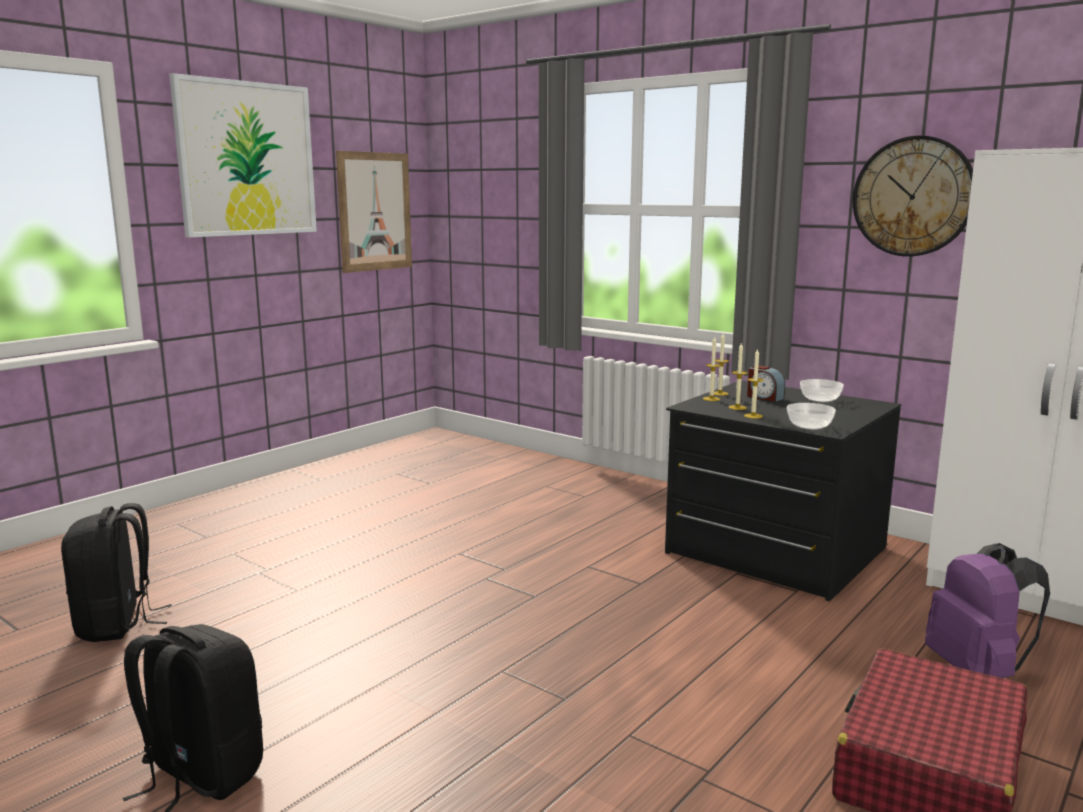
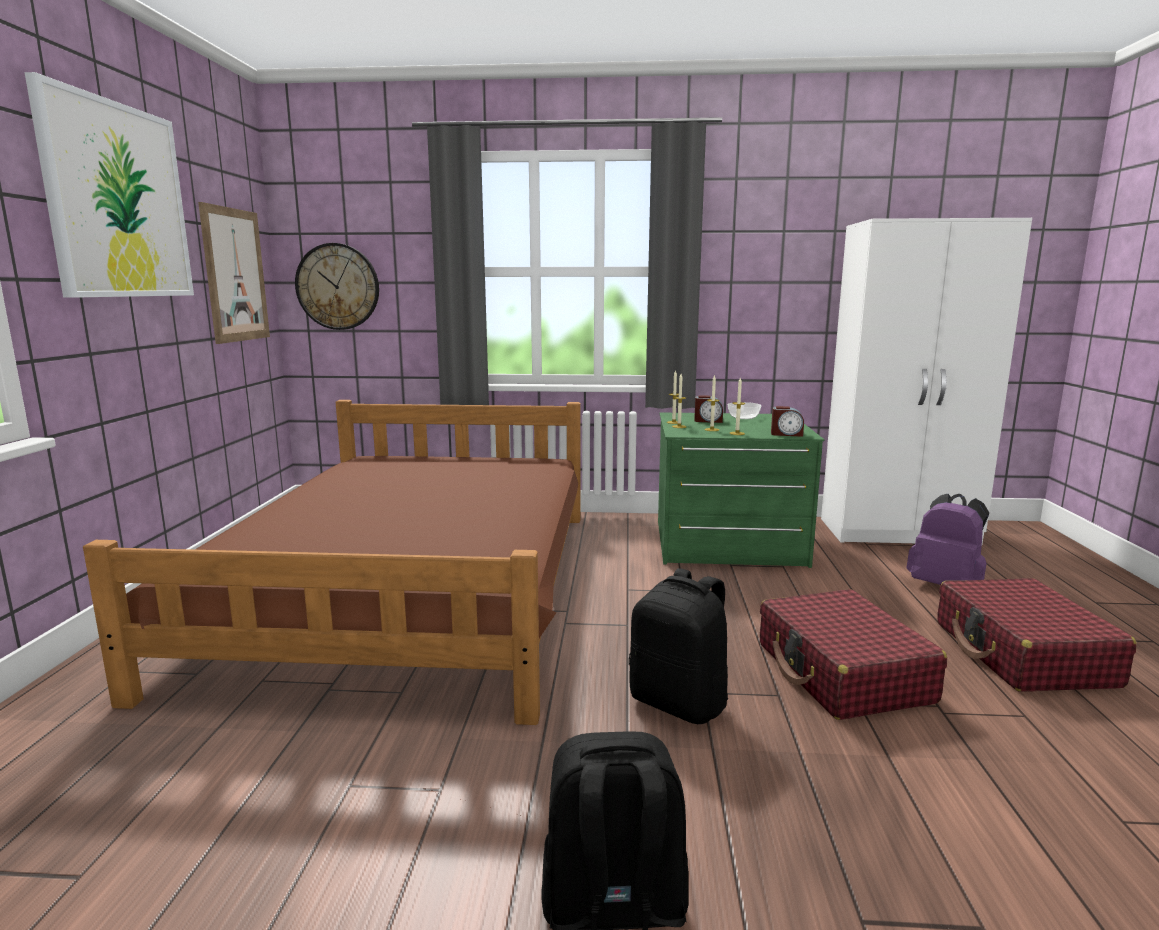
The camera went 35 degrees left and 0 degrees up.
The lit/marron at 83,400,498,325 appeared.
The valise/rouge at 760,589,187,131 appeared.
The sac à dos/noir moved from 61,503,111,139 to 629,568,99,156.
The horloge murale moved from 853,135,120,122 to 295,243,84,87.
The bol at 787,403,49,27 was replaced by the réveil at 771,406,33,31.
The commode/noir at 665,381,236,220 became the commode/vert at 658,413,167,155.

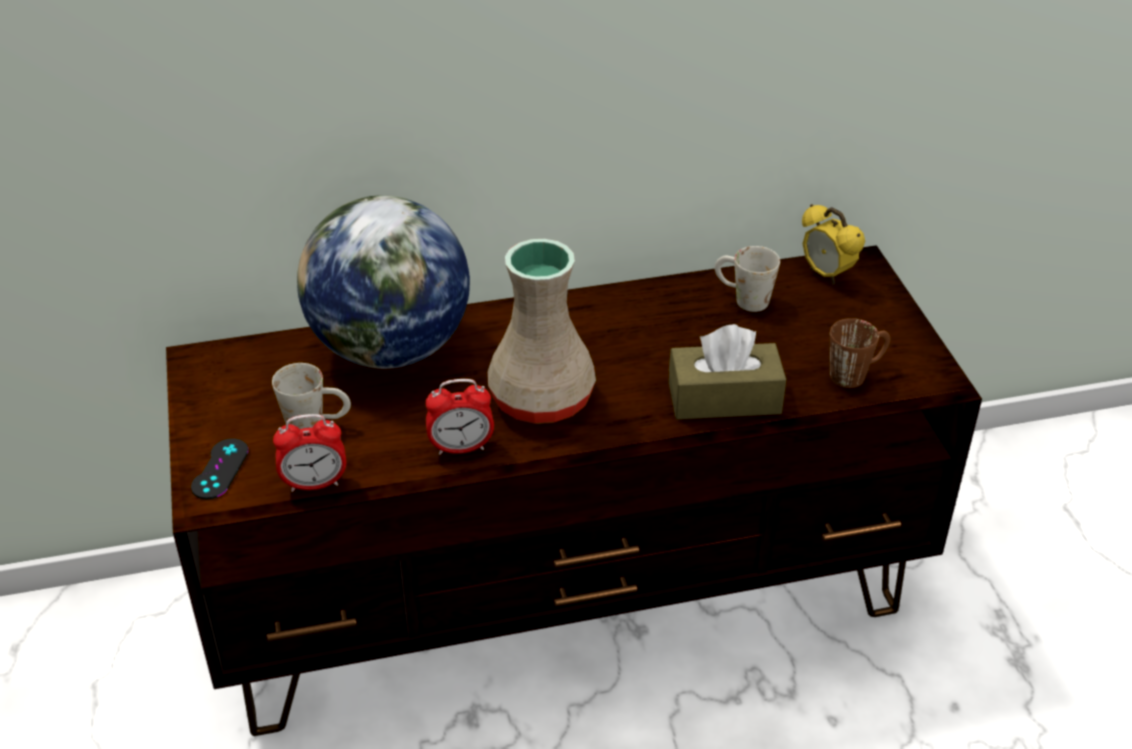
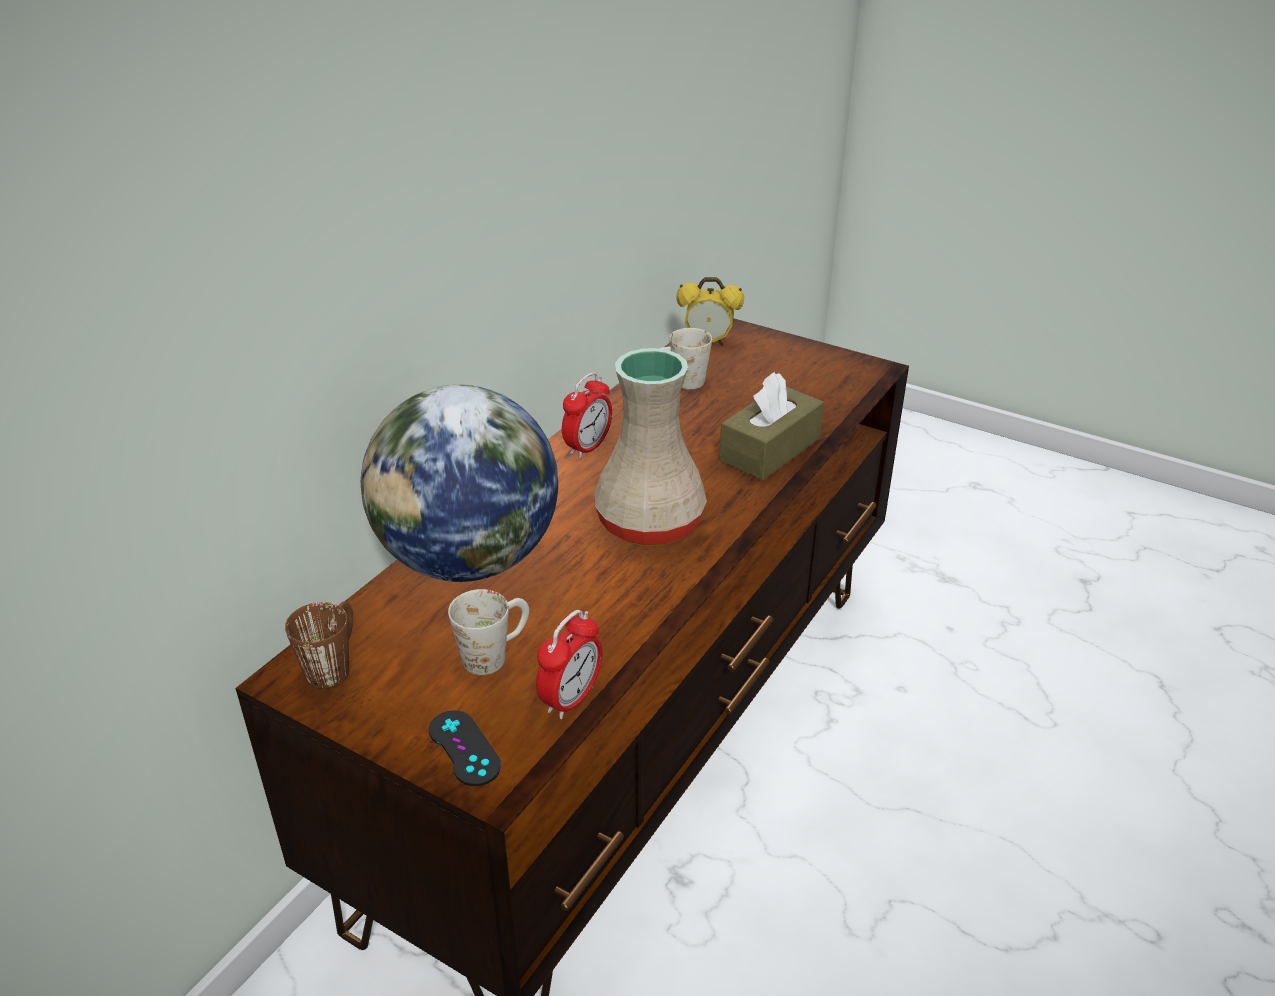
The camera went 45 degrees left and 5 degrees down.
The réveil moved from 425,379,69,76 to 562,372,50,87.
The mug/marron moved from 830,318,60,70 to 285,601,68,88.

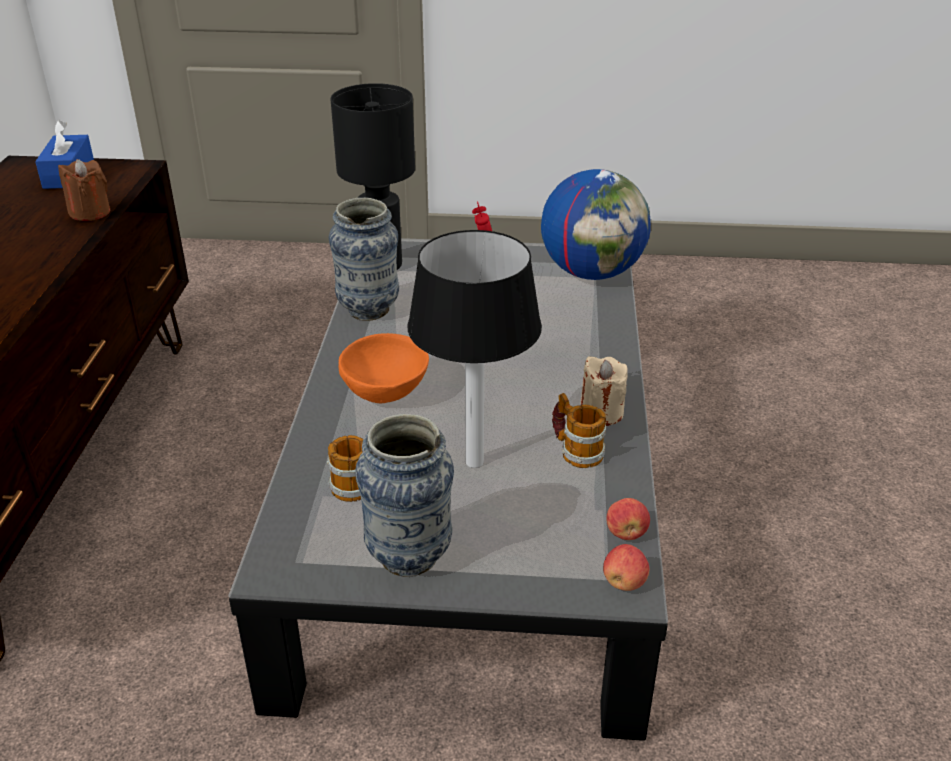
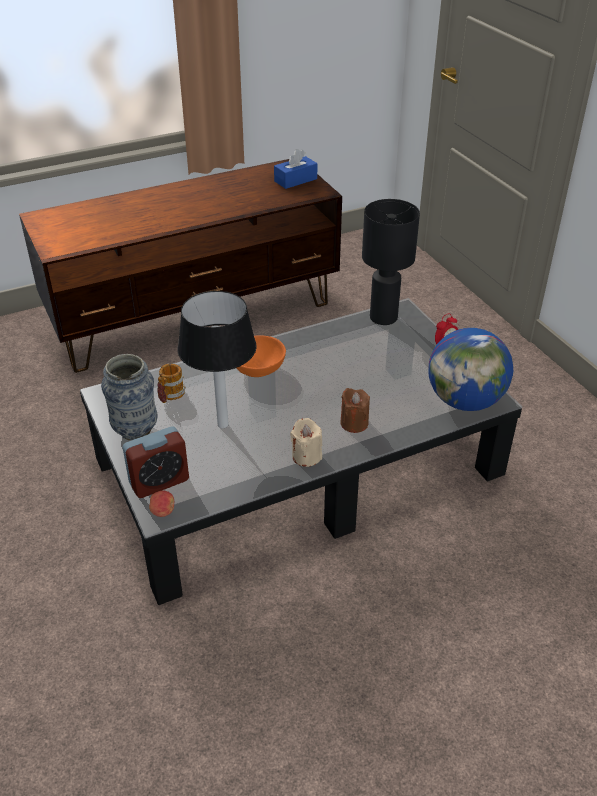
The camera went 60 degrees right and 5 degrees up.
The vase at 329,198,70,123 disappeared.
The mug at 552,393,54,75 disappeared.
The pomme at 606,498,44,42 disappeared.
The réveil at 123,427,66,71 appeared.
The bougie/marron moved from 58,159,53,62 to 340,388,30,45.

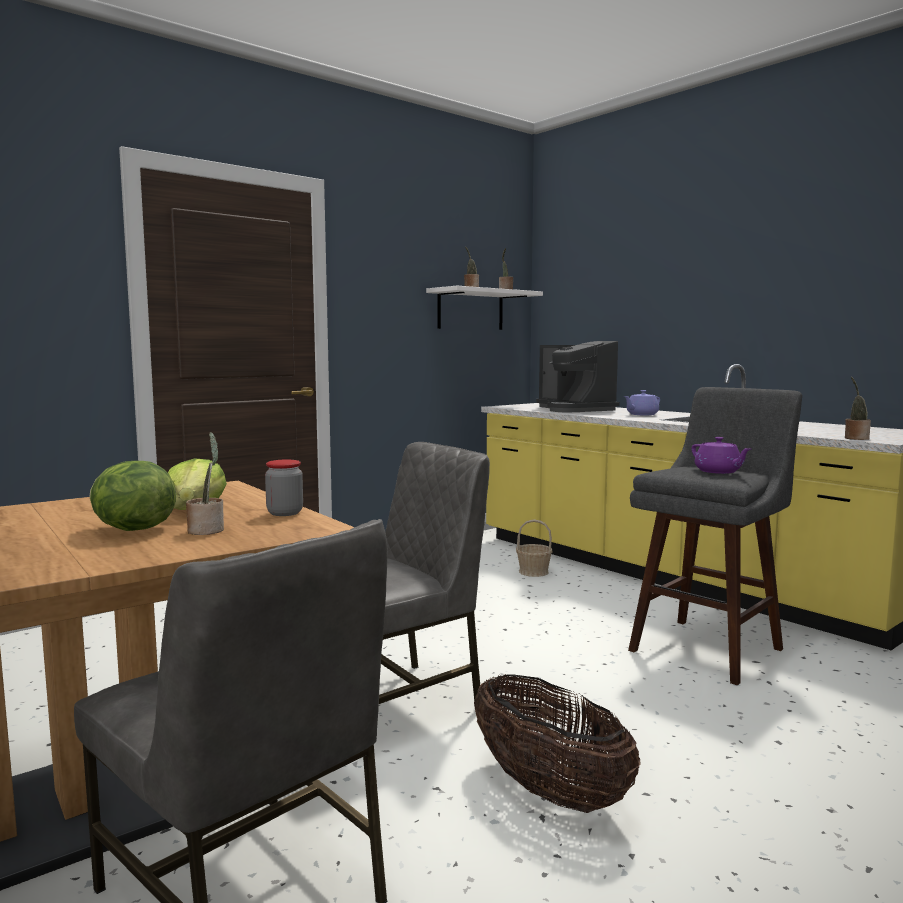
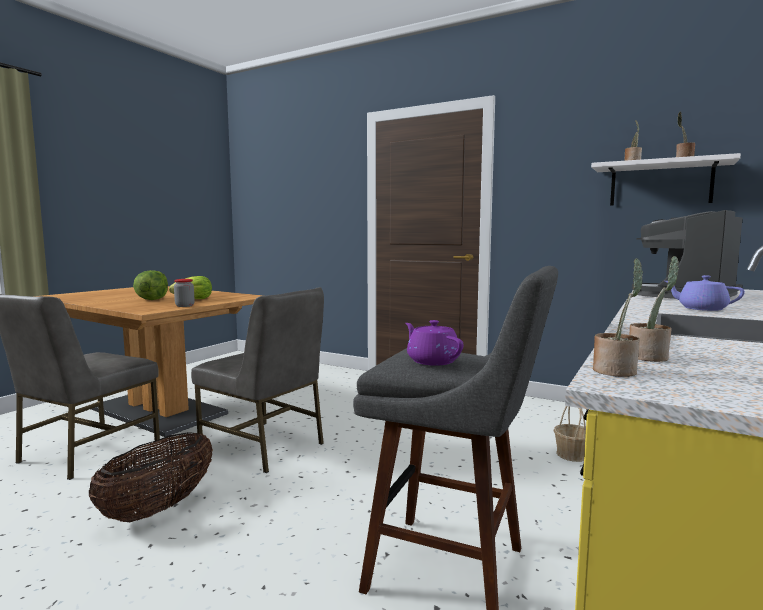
The camera went 70 degrees right and 0 degrees up.
The plante en pot moved from 186,432,38,103 to 629,256,50,106.
The théière/violet at 691,437,60,37 turned 105 degrees clockwise.

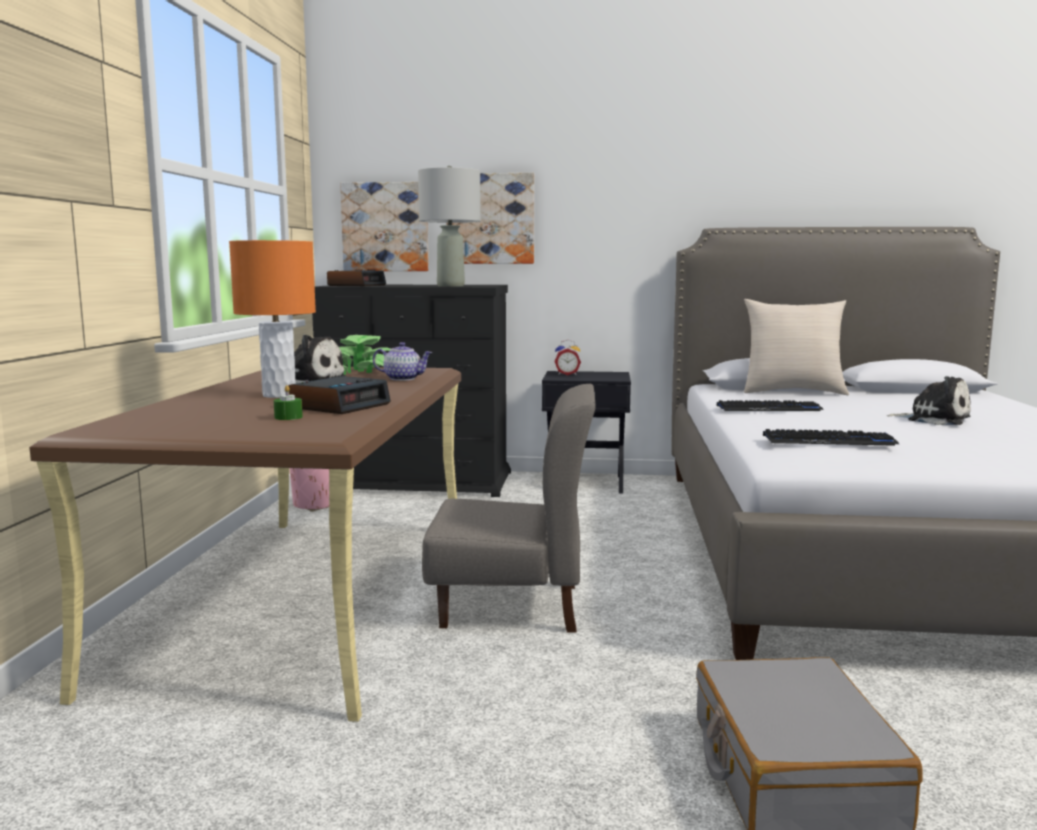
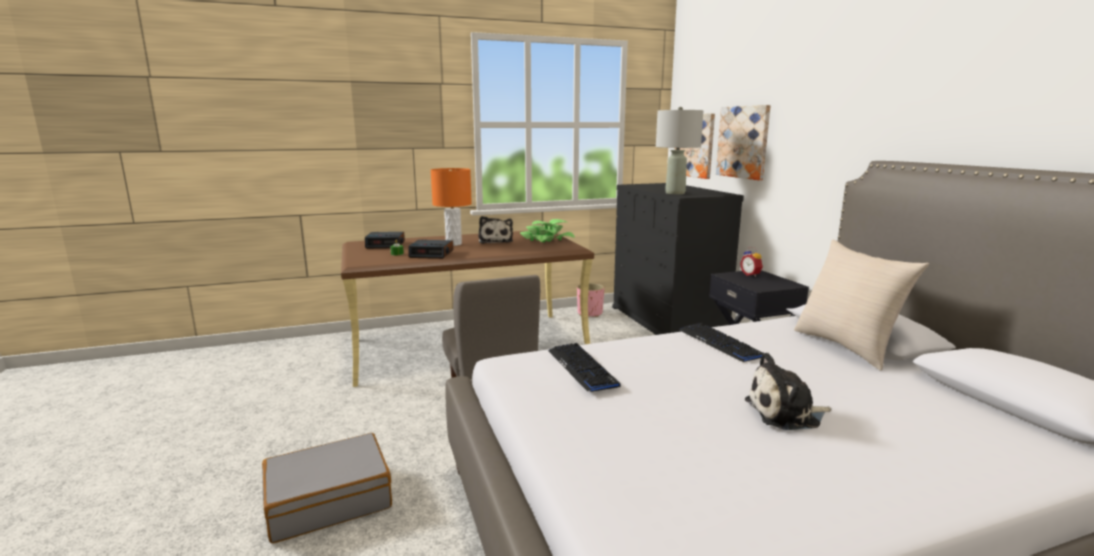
The camera went 65 degrees right and 5 degrees up.
The théière at 373,342,59,39 disappeared.
The réveil moved from 327,269,59,17 to 365,232,40,17.
The peluche at 887,376,84,49 turned 75 degrees clockwise.

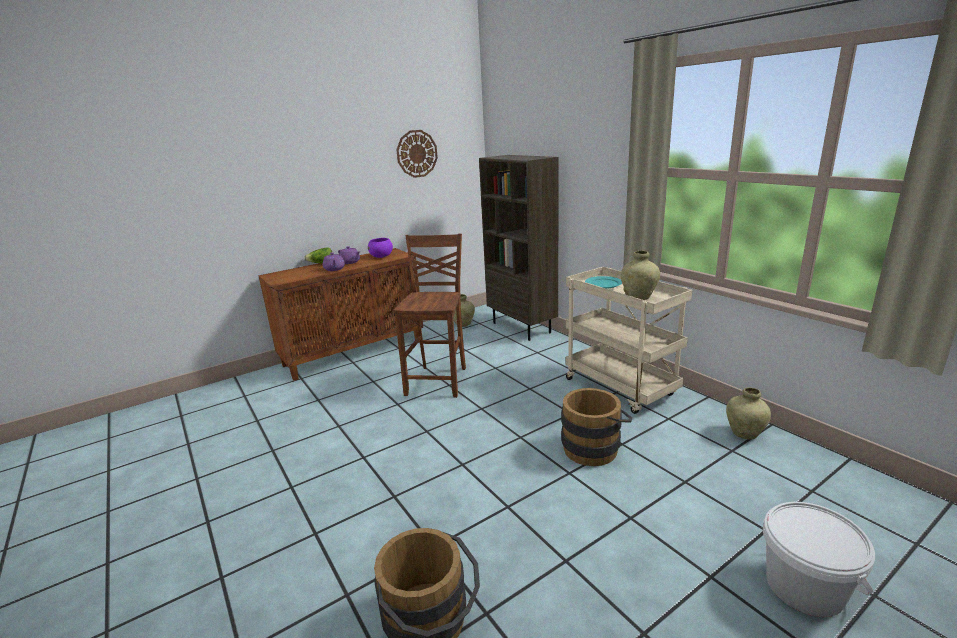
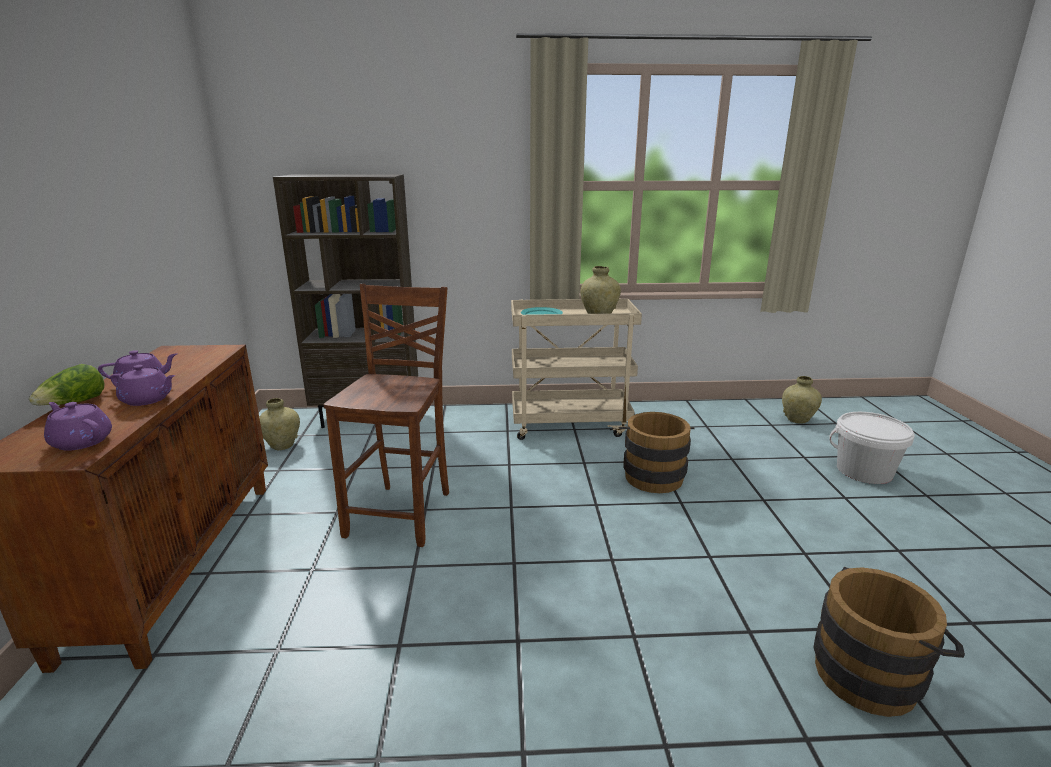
The camera went 60 degrees left and 0 degrees up.
The bol/violet at 368,238,25,20 disappeared.
The horloge murale at 396,130,42,48 disappeared.
The théière/violet at 44,402,68,49 appeared.
The vase/beige moved from 726,388,45,51 to 782,376,40,48.
The chaise/marron at 393,234,73,164 turned 60 degrees clockwise.

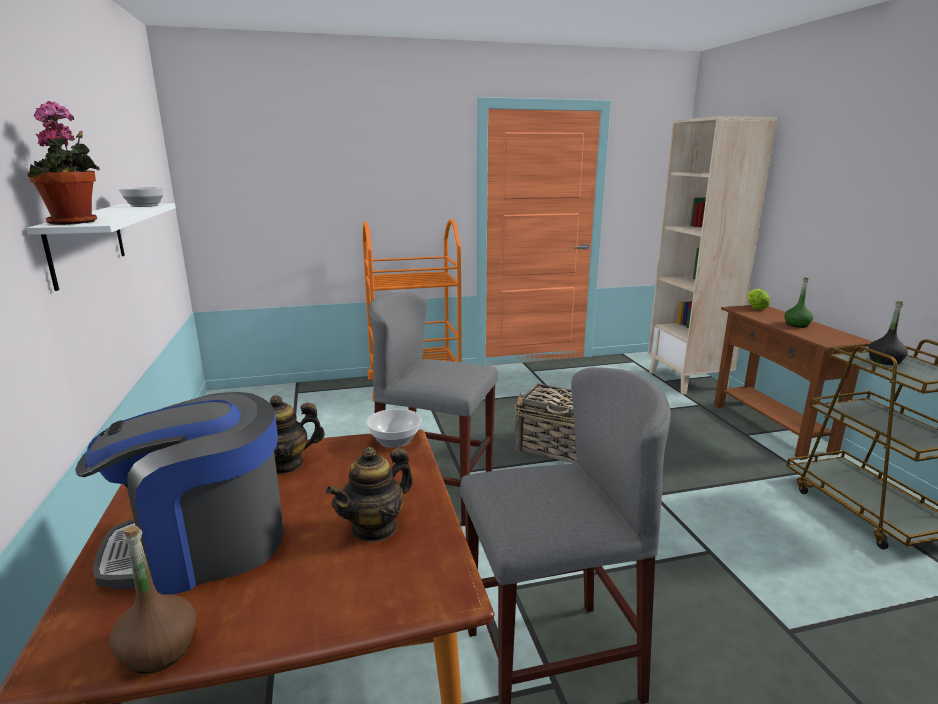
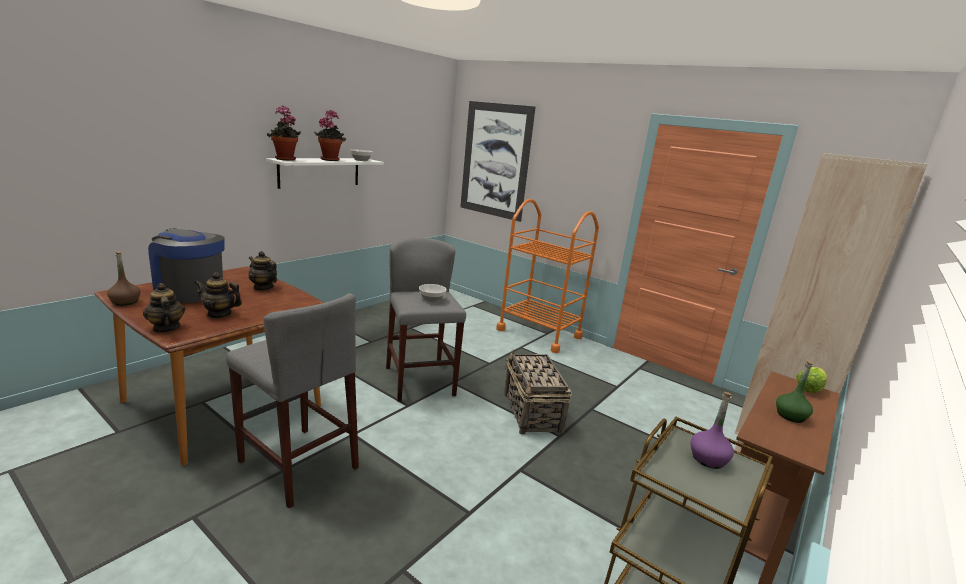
The camera went 50 degrees right and 0 degrees up.
The théière at 143,283,42,50 appeared.
The plante en pot at 314,110,32,51 appeared.
The tableau at 460,101,76,121 appeared.
The bol moved from 366,409,56,39 to 419,284,28,18.
The bouteille/noir at 868,301,40,64 became the bouteille/violet at 690,392,44,77.

